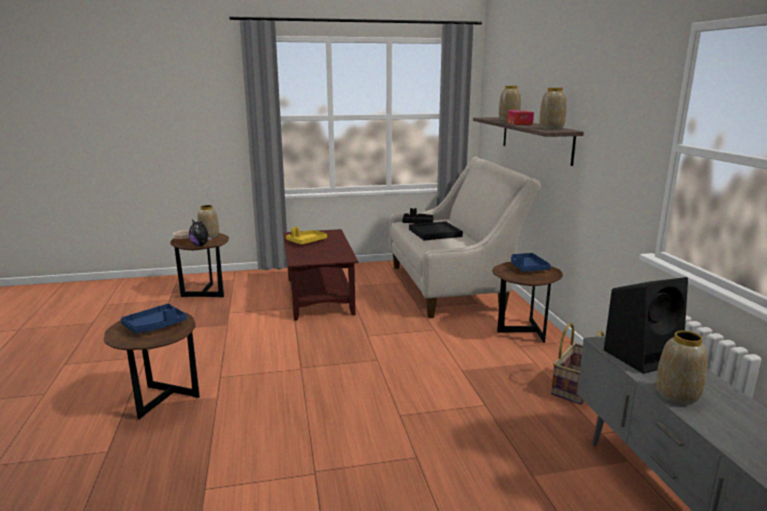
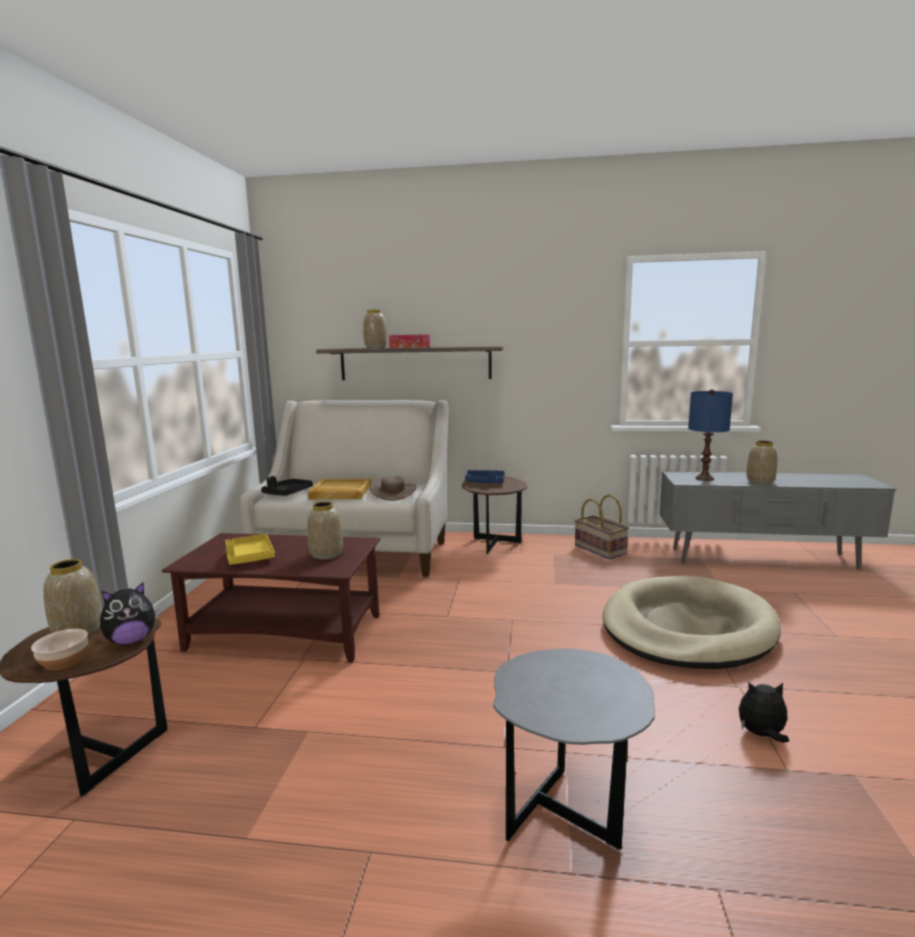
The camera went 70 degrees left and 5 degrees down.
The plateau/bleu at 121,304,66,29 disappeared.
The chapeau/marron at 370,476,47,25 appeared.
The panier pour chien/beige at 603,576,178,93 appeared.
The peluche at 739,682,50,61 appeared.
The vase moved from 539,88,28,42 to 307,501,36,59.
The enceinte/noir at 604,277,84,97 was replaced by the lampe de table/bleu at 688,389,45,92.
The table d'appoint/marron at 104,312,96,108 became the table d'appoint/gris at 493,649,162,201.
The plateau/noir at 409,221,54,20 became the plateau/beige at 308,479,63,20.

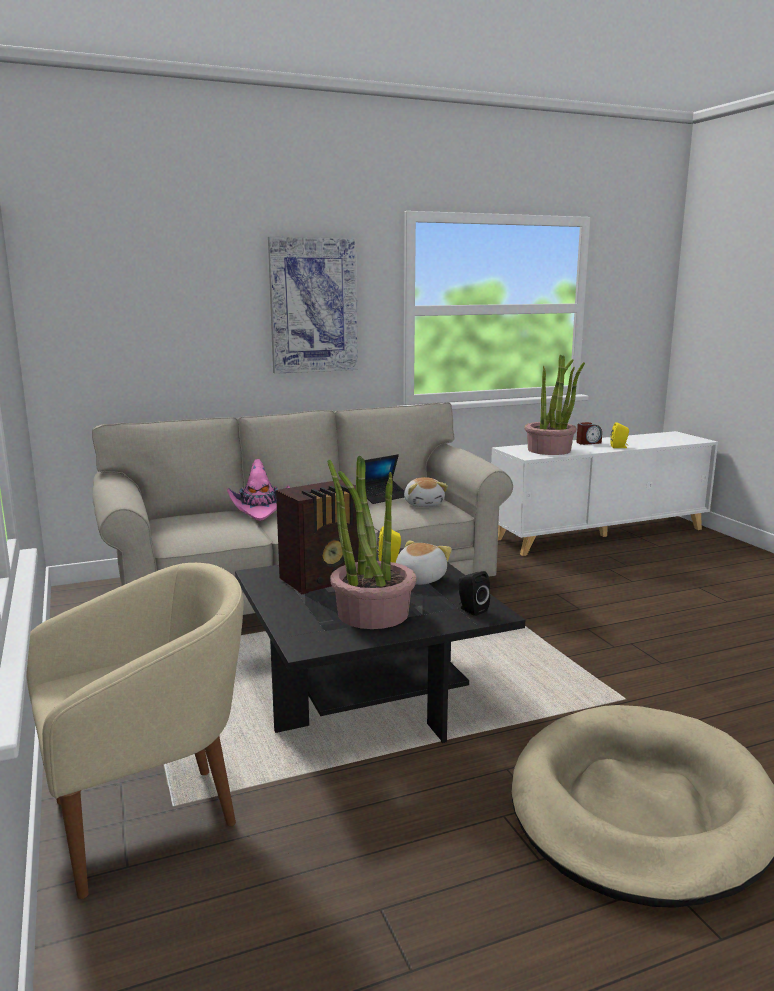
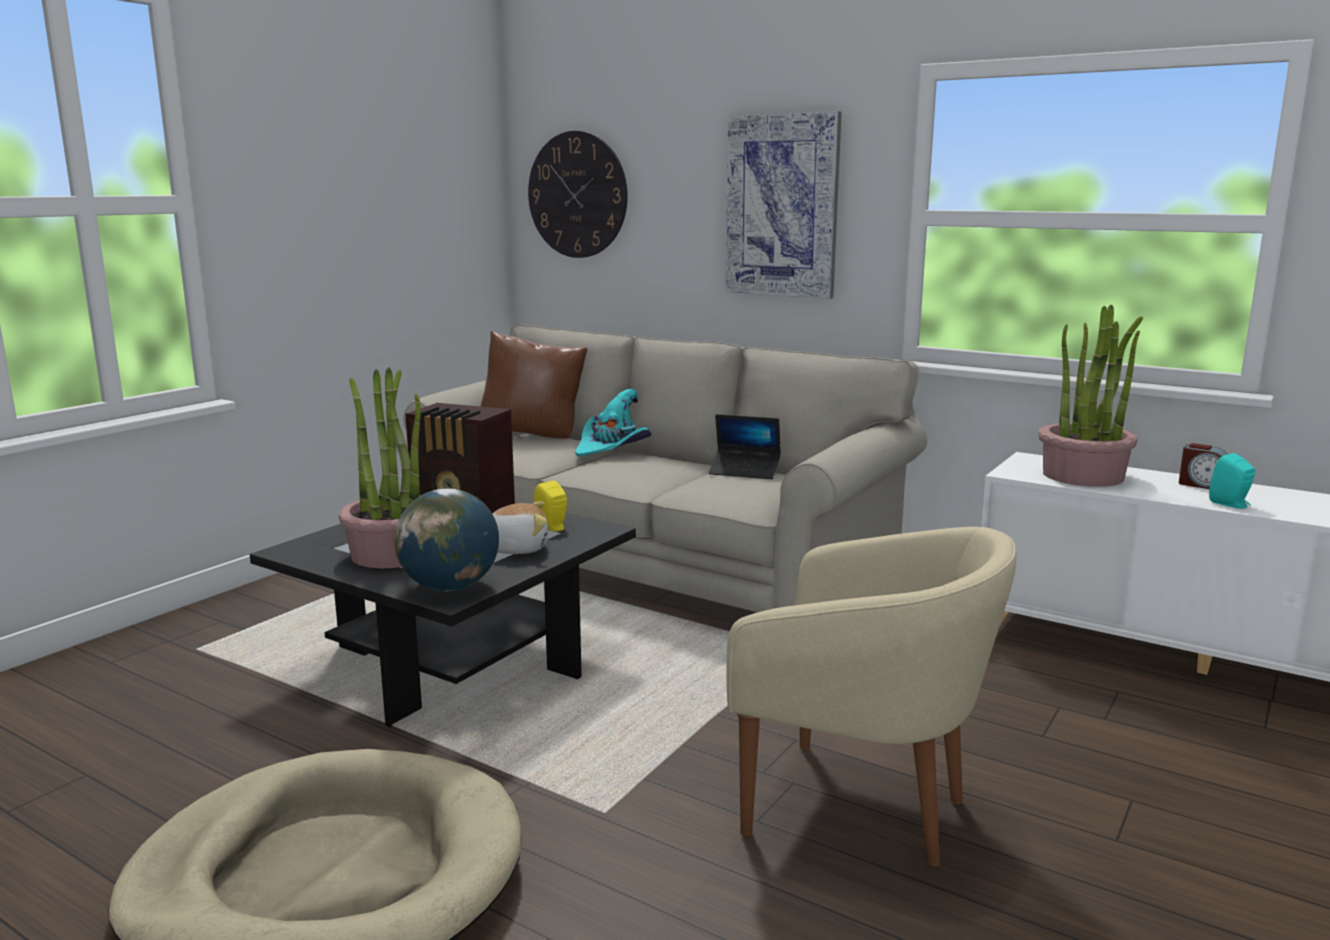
The camera went 55 degrees right and 0 degrees up.
The peluche at 404,477,44,30 disappeared.
The coussin/marron at 481,331,106,108 appeared.
The horloge murale at 528,131,100,127 appeared.
The fauteuil/beige moved from 26,563,218,336 to 726,527,291,340.
The enceinte/noir at 459,571,31,45 was replaced by the globe at 394,488,105,103.
The chapeau/rose at 227,459,63,62 became the chapeau/turquoise at 575,389,77,68.
The enceinte/jaune at 611,422,18,26 became the enceinte/turquoise at 1209,453,46,56.

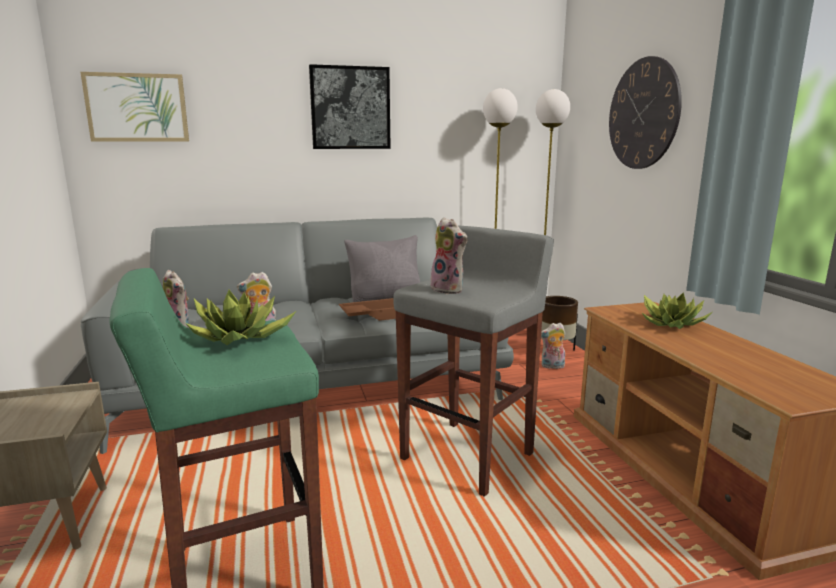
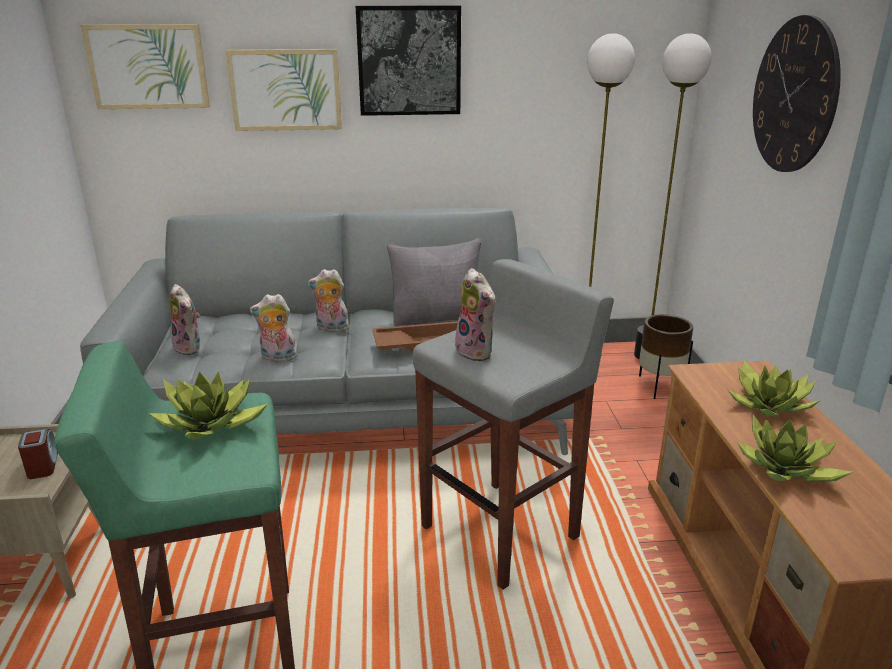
The camera went 10 degrees right and 10 degrees up.
The réveil at 18,429,40,50 appeared.
The tableau at 226,49,116,82 appeared.
The plante en pot at 737,414,116,68 appeared.
The peluche moved from 541,323,25,46 to 308,269,41,63.

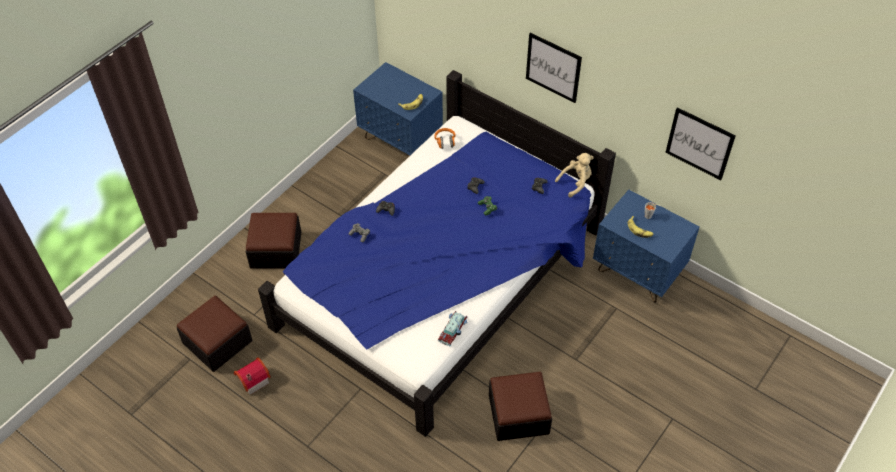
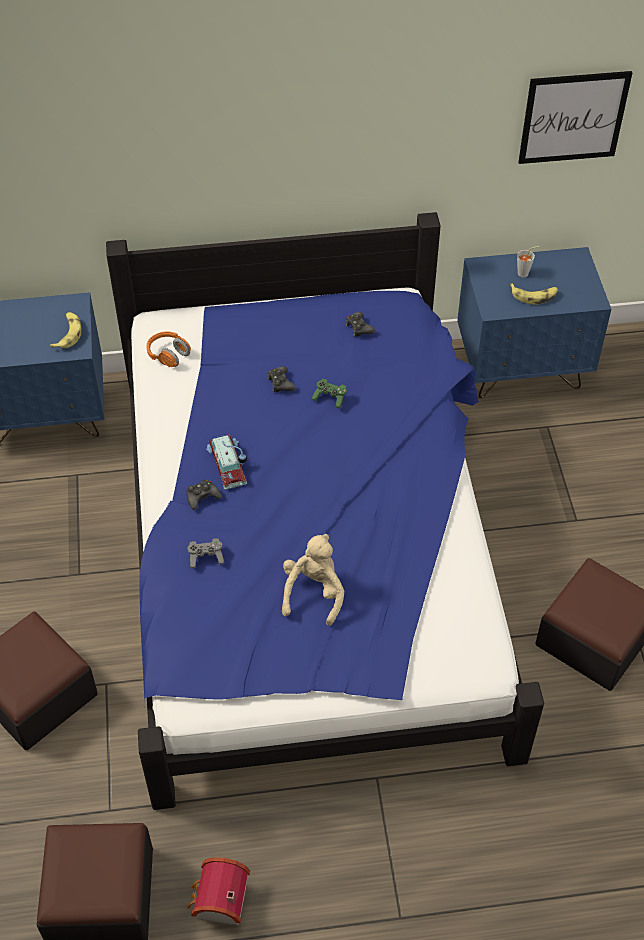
The camera went 45 degrees left and 0 degrees up.
The tableau at 526,33,56,70 disappeared.
The petite voiture moved from 438,311,29,35 to 206,434,41,56.
The peluche/beige moved from 555,153,38,44 to 282,534,62,92.

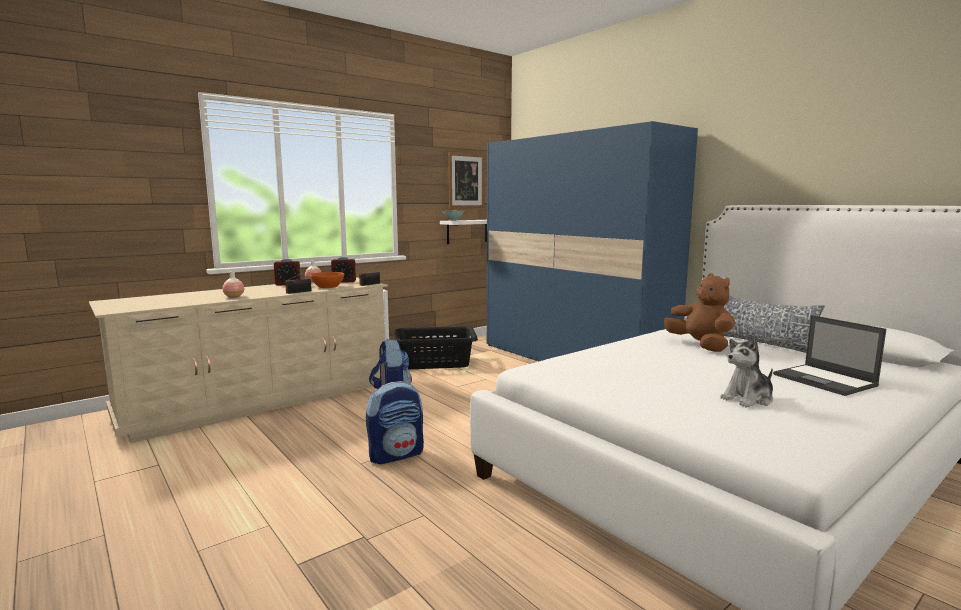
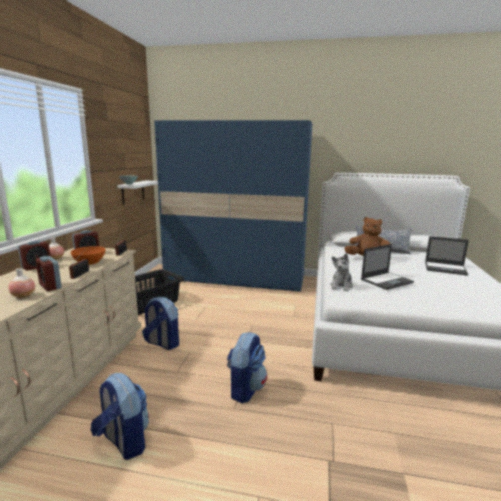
The camera went 40 degrees left and 5 degrees up.
The tableau at 448,152,37,56 disappeared.
The réveil at 36,256,26,35 appeared.
The sac à dos at 91,373,58,87 appeared.
The ordinateur portable at 361,244,53,46 appeared.
The peluche moved from 720,335,53,73 to 330,254,23,38.

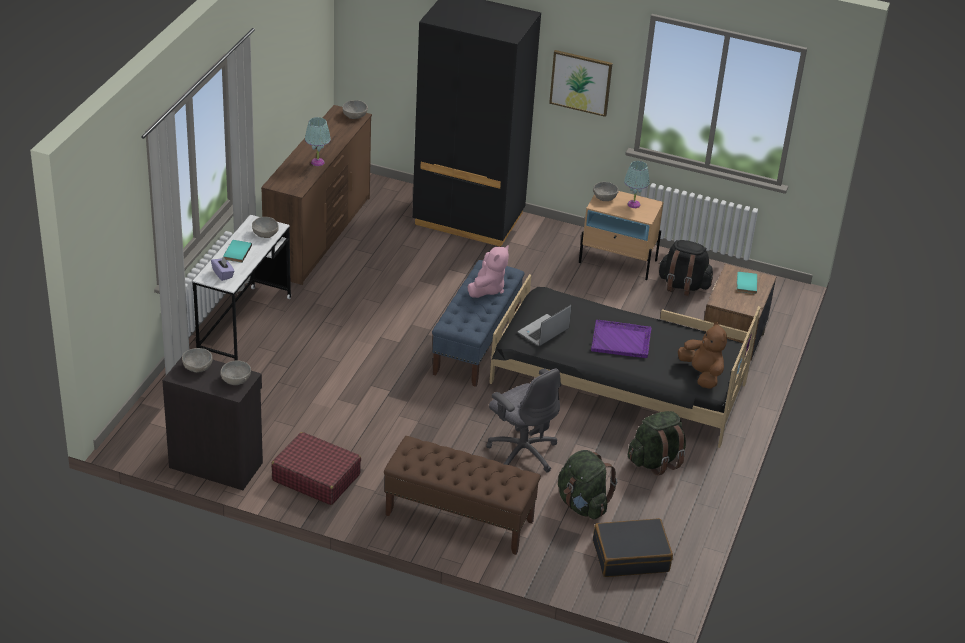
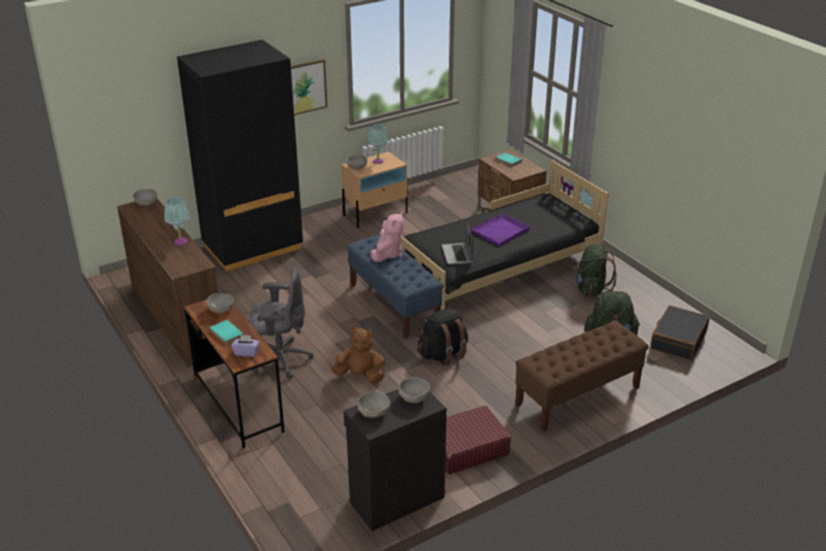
The camera went 50 degrees left and 5 degrees down.
The chaise de bureau/gris moved from 486,368,75,104 to 249,267,64,112.
The sac à dos/noir moved from 659,240,54,56 to 418,308,50,58.
The peluche/marron moved from 678,321,49,68 to 331,326,54,57.
The bureau/blanc at 192,215,99,146 became the bureau/marron at 184,300,101,149.
The peluche/rose at 468,245,41,53 turned 45 degrees clockwise.

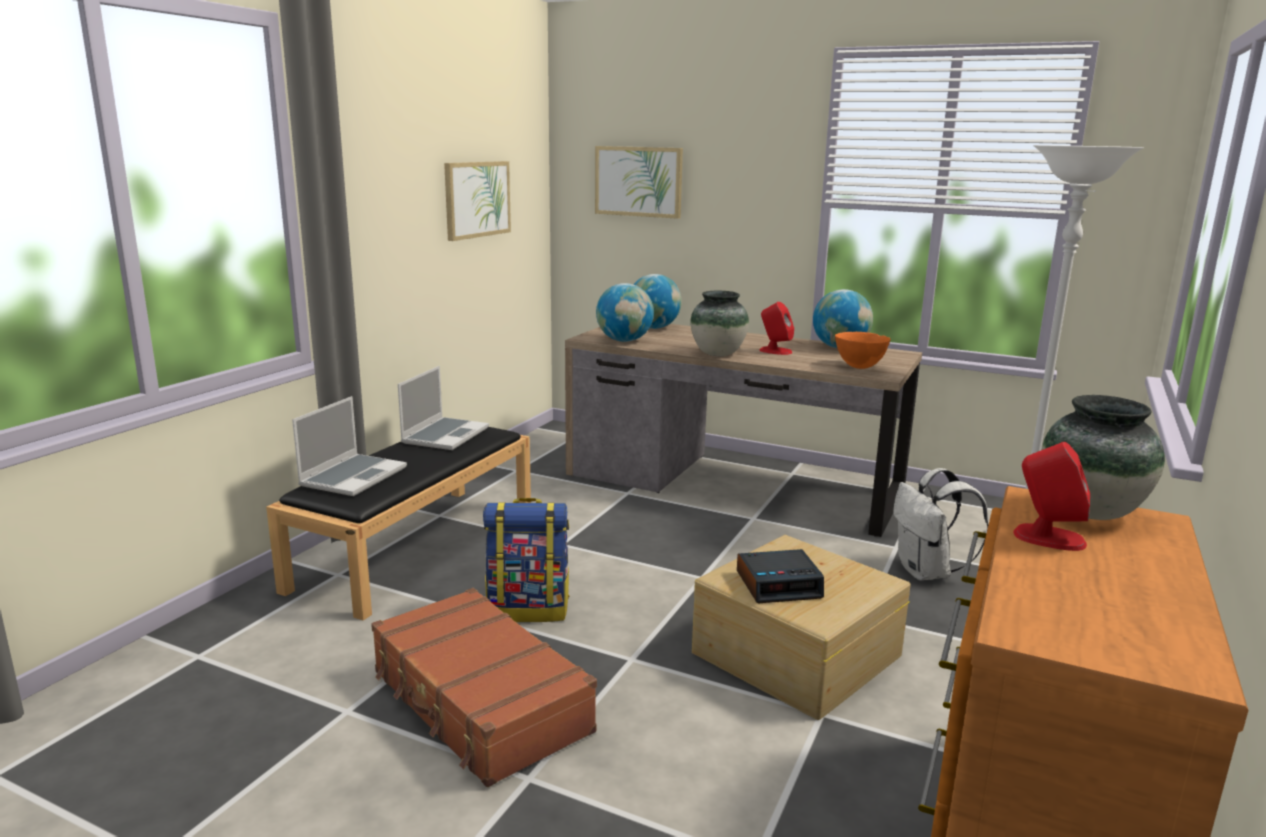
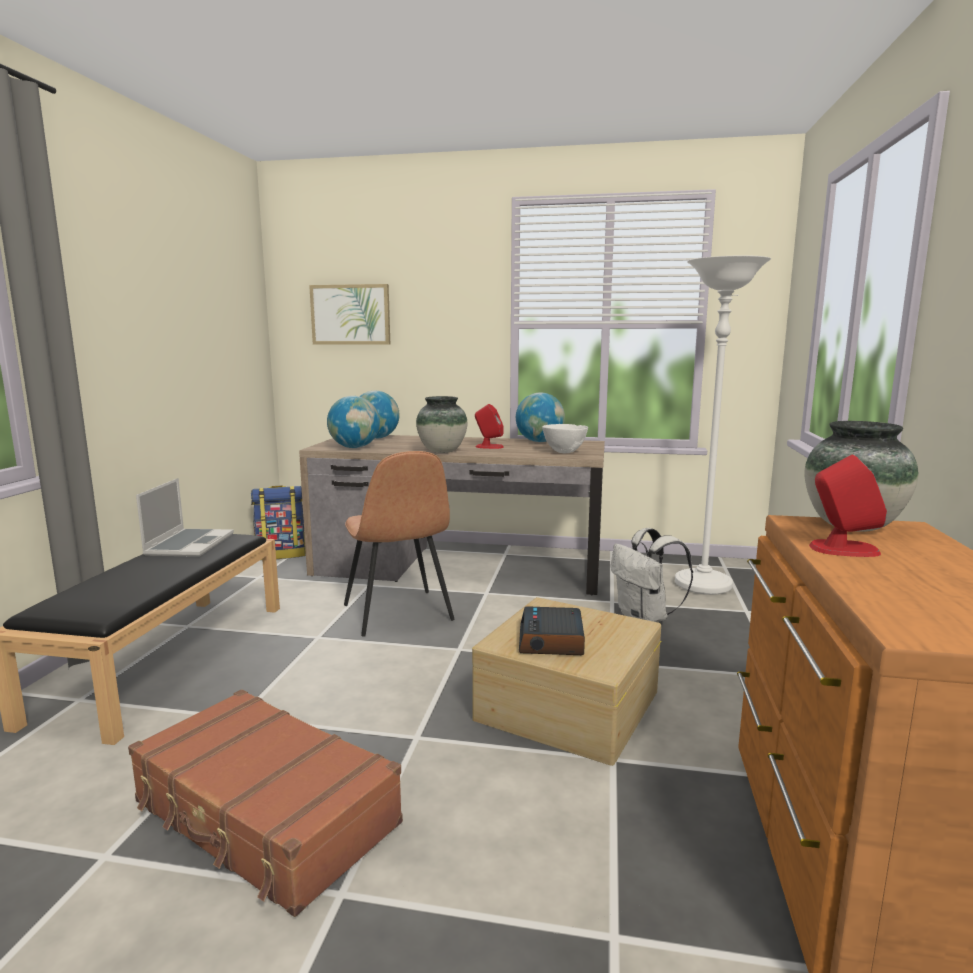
The camera went 15 degrees left and 5 degrees down.
The ordinateur portable at 292,396,115,100 disappeared.
The tableau at 444,161,67,80 disappeared.
The chaise/marron at 344,451,111,186 appeared.
The sac à dos moved from 483,498,86,124 to 251,485,55,75.
The bol/orange at 835,332,55,37 became the bol/blanc at 542,424,46,29.
The réveil at 737,549,87,54 turned 120 degrees clockwise.

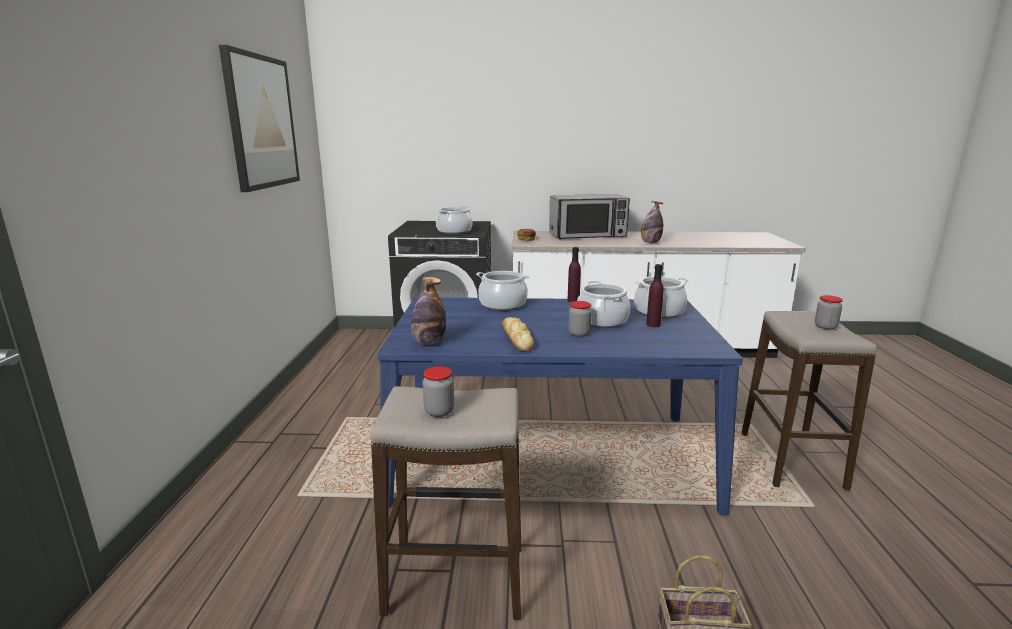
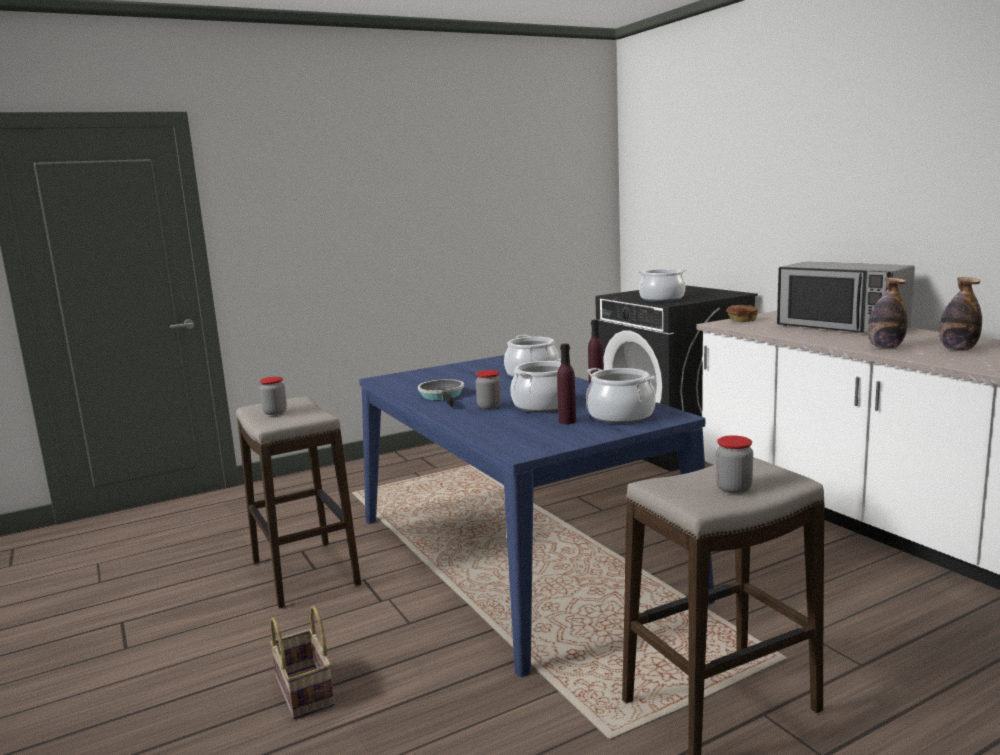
The camera went 60 degrees right and 5 degrees down.
The tableau at 219,45,81,147 disappeared.
The bouteille moved from 411,277,35,68 to 939,277,43,74.
The pain at 502,317,32,35 was replaced by the poêle at 418,379,46,28.

